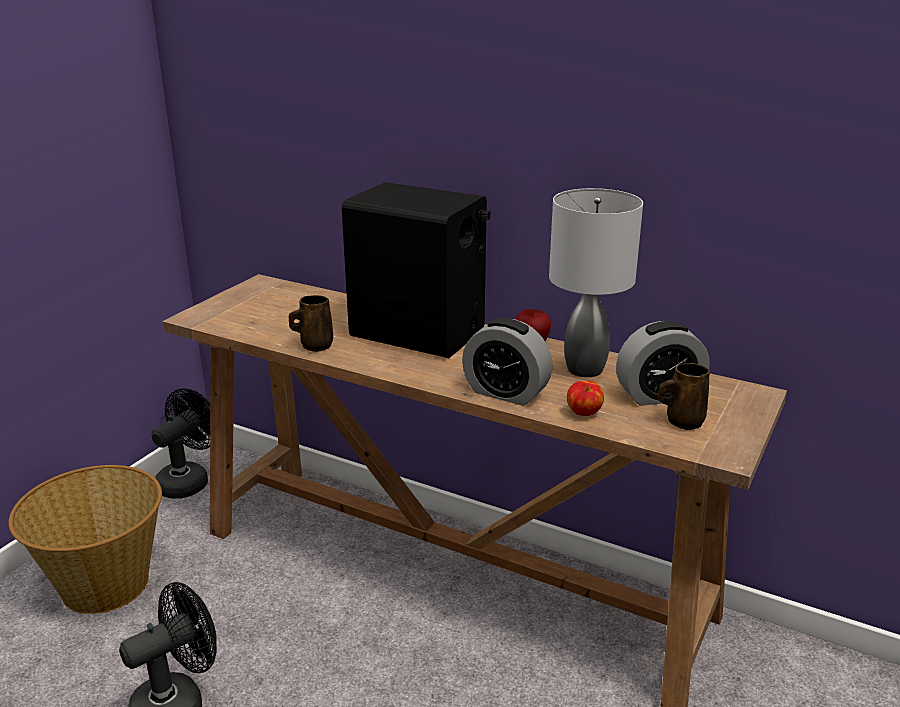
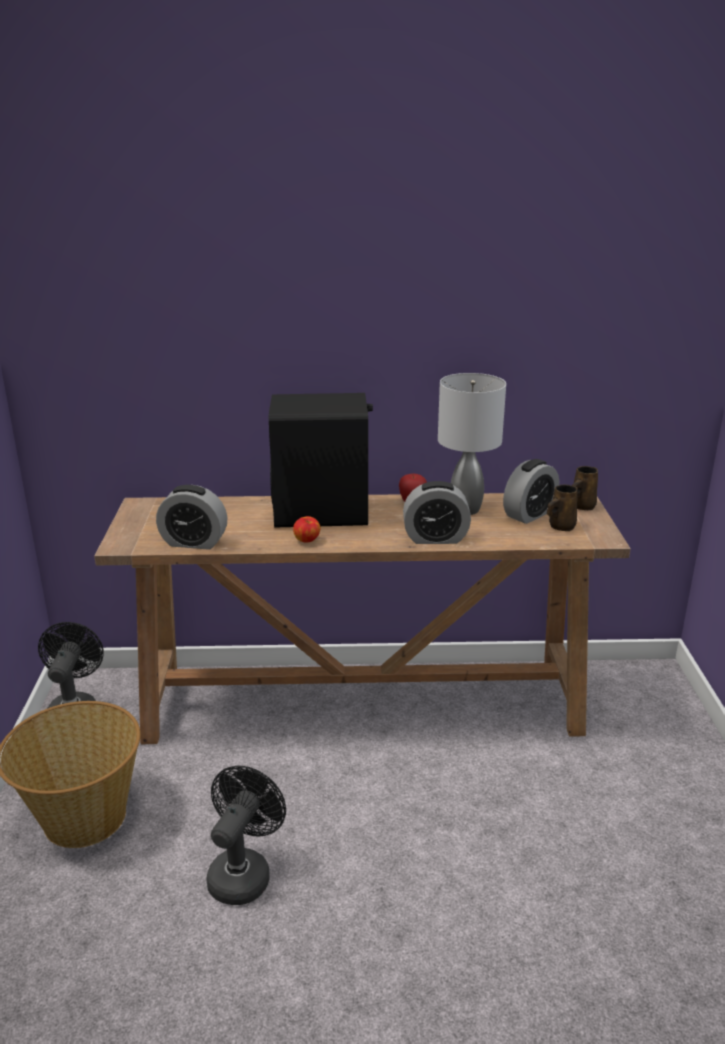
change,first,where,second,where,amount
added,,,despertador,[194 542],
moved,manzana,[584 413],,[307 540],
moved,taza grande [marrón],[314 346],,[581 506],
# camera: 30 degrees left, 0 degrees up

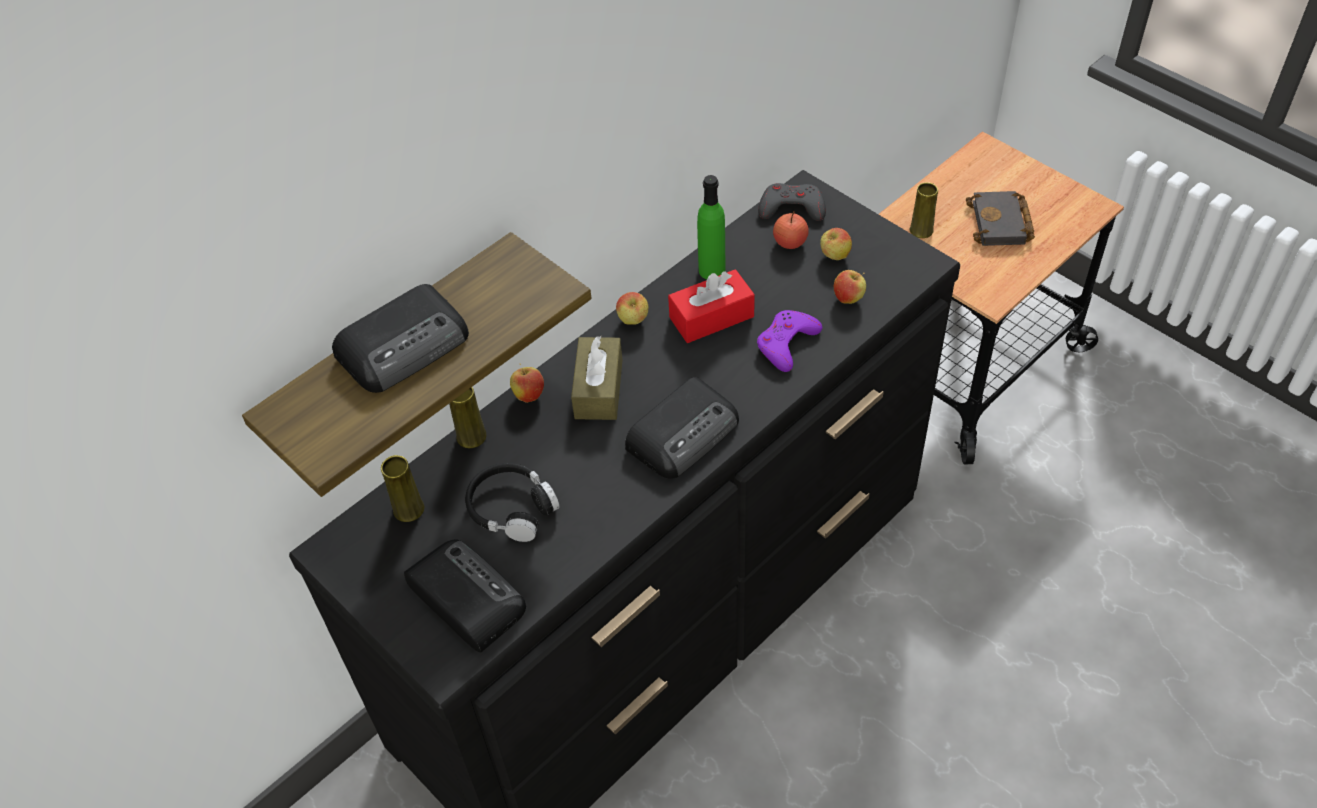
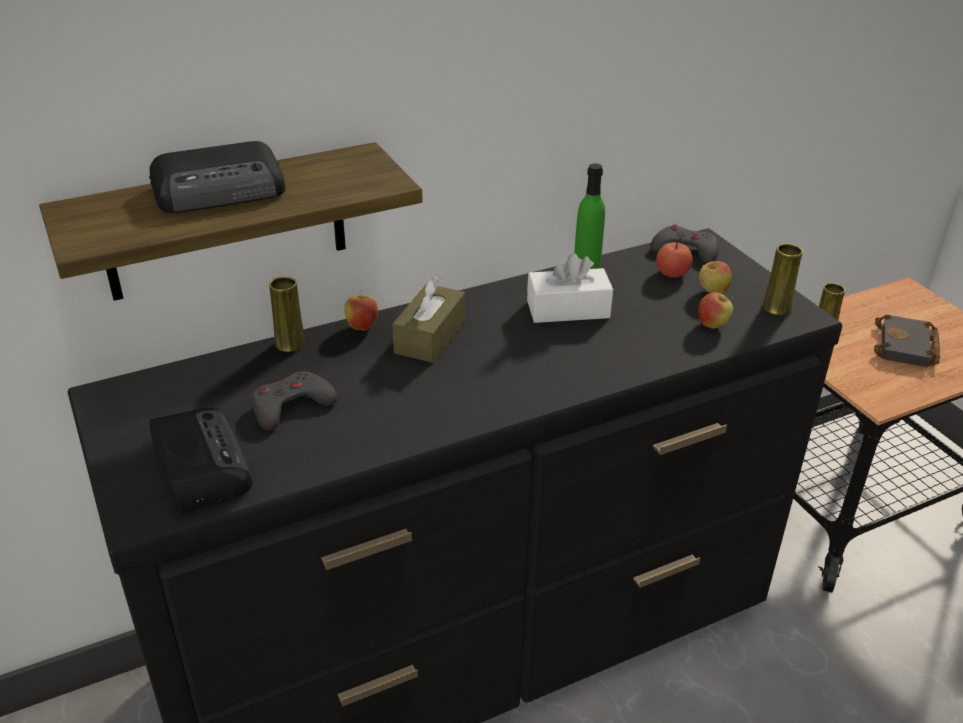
change,first,where,second,where,amount
replaced,auriculares [negro],[512 508],mando de consola [gris],[291 406],
recoloured,caja de pañuelos [rojo],[711 317],caja de pañuelos [blanco],[568 309],
moved,florero [amarillo],[409 509],,[776 308],
removed,manzana,[633 321],,,
removed,radio,[684 433],,,
removed,mando de consola [morado],[786 344],,,
# camera: 15 degrees right, 15 degrees down

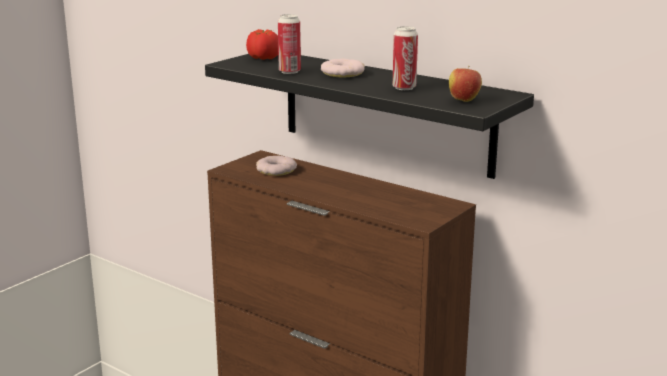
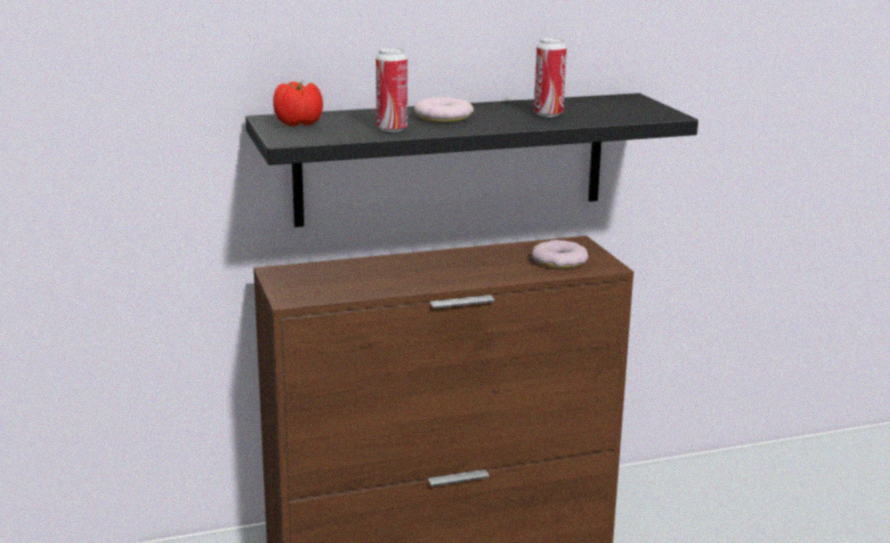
change,first,where,second,where,amount
moved,rosquilla,[276 170],,[560 261],
removed,manzana,[464 100],,,
# camera: 55 degrees left, 0 degrees up

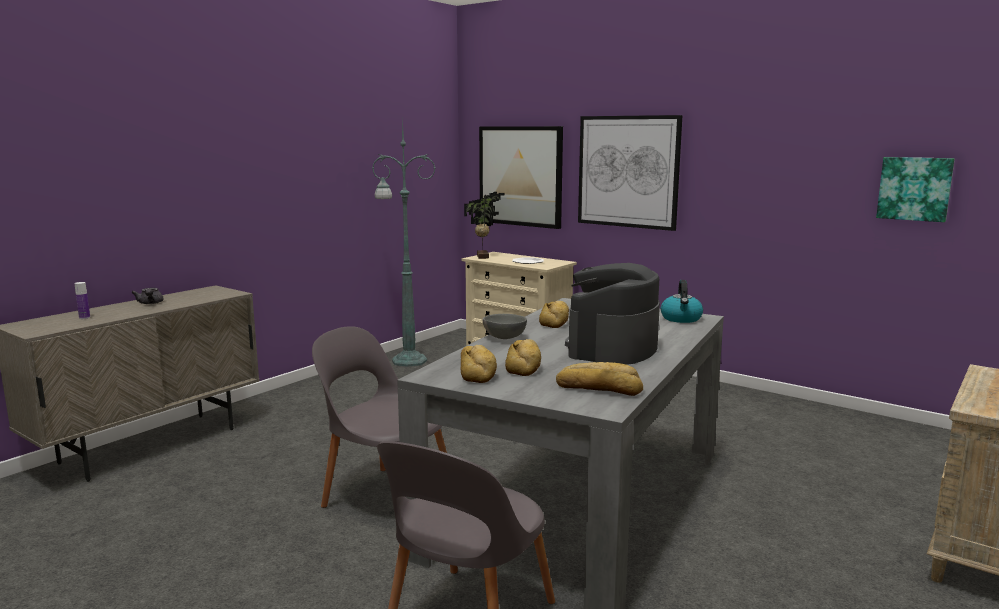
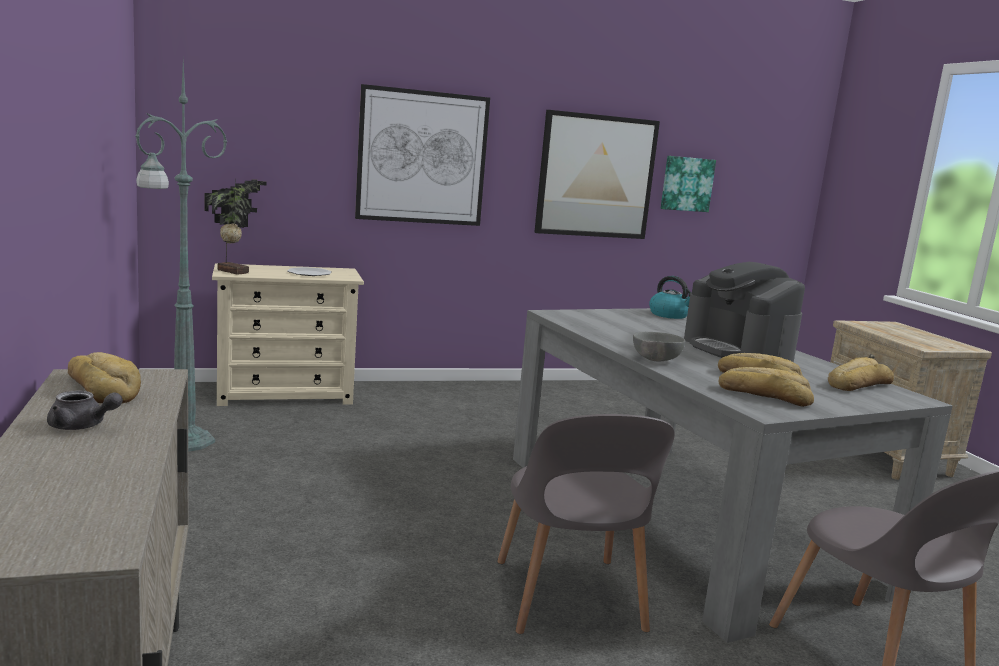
change,first,where,second,where,amount
moved,pan,[556 320],,[104 388],
turned,silla [gris],[385 497],,[569 599],75 degrees counterclockwise
moved,cuadro,[520 176],,[595 176],
removed,botella,[84 317],,,
# camera: 55 degrees left, 0 degrees up

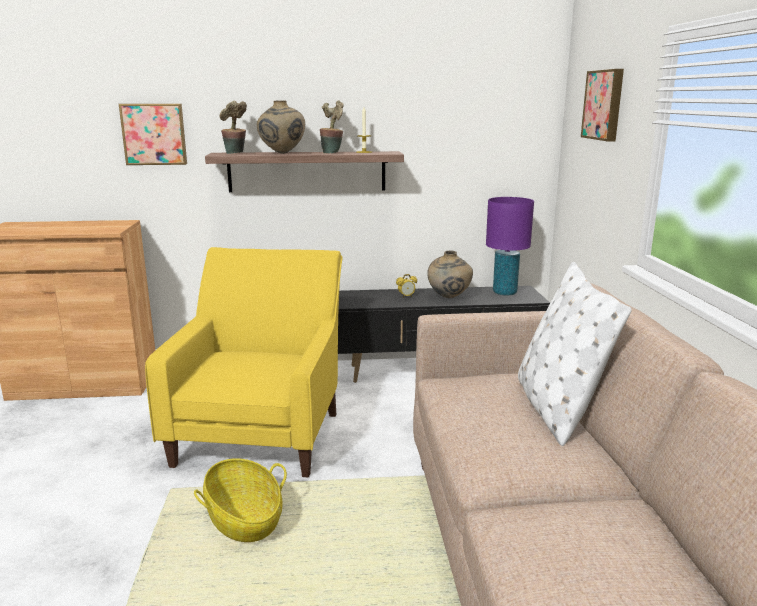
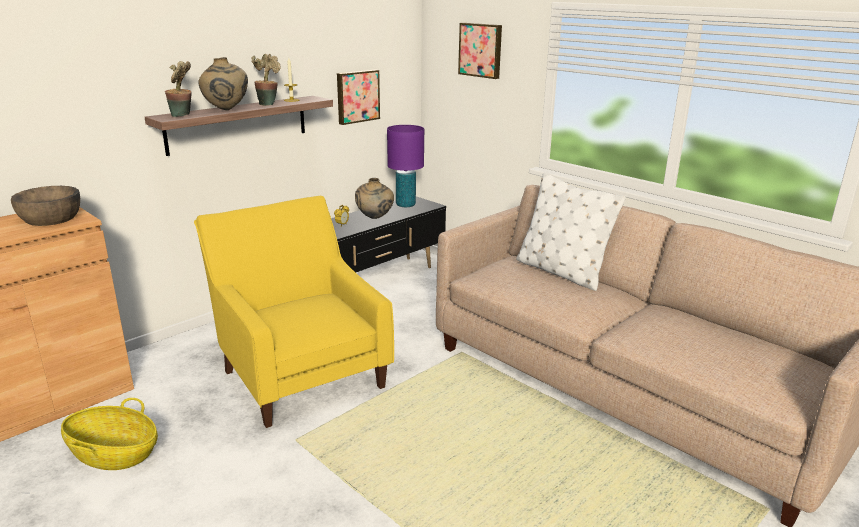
change,first,where,second,where,amount
added,,,cuenco [marrón],[51 218],
moved,cesta,[244 519],,[114 454],
moved,cuadro,[154 134],,[357 96],
# camera: 40 degrees left, 5 degrees up

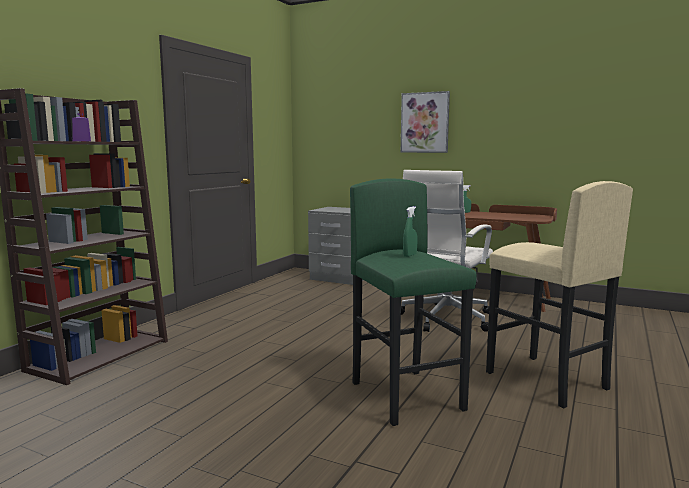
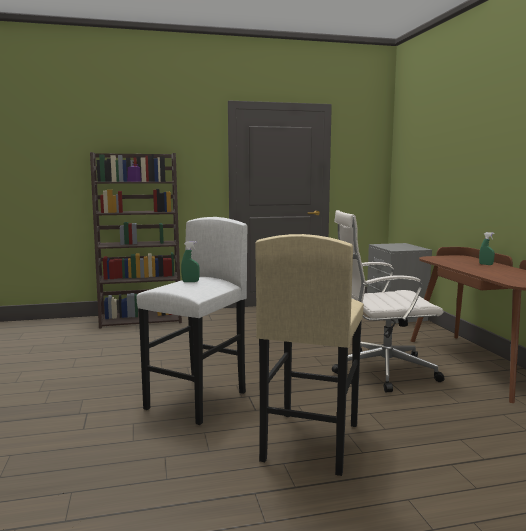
change,first,where,second,where,amount
recoloured,taburete [verde],[407 396],taburete [blanco],[197 400],
removed,cuadro,[425 122],,,
# camera: 50 degrees right, 0 degrees up

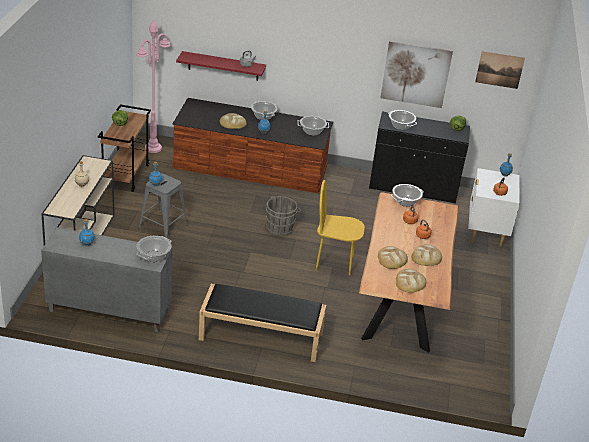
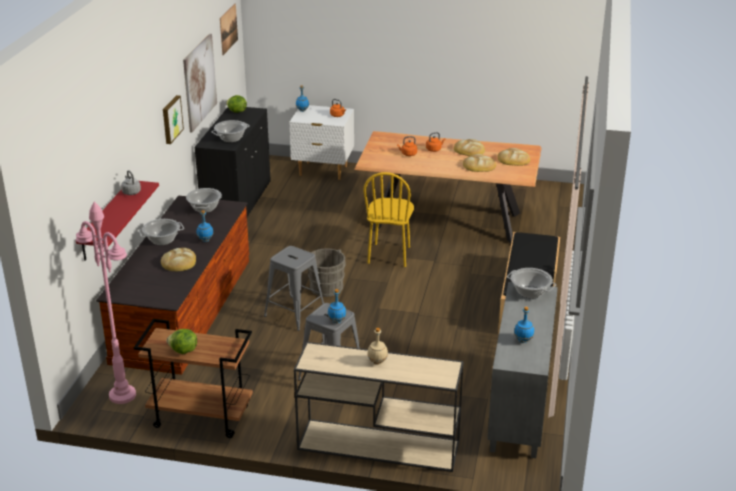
change,first,where,second,where,amount
added,,,cuadro,[171 119],
added,,,taburete [gris],[294 313],
removed,olla,[405 202],,,
# camera: 85 degrees left, 5 degrees down

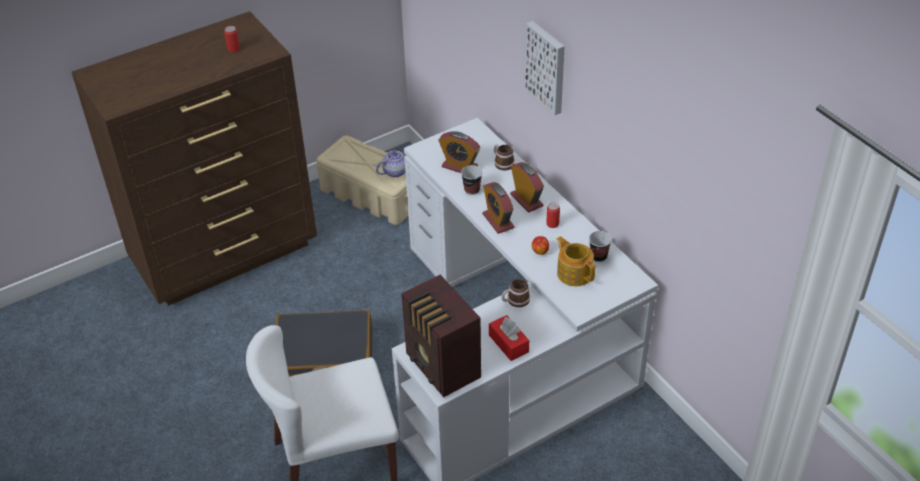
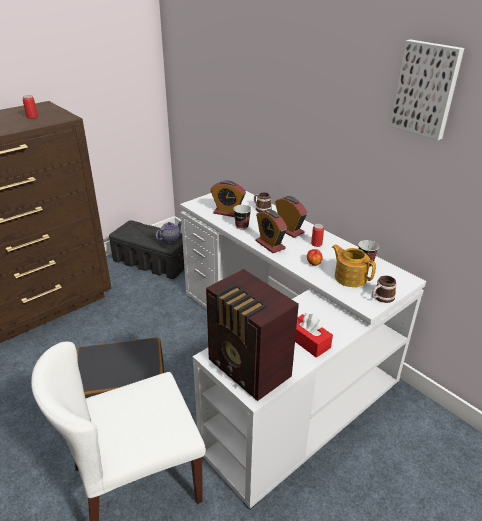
change,first,where,second,where,amount
recoloured,caja de almacenaje [beis],[371 195],caja de almacenaje [negro],[151 261],
moved,taza grande,[515 301],,[381 298],
moved,cuadro,[547 67],,[426 89],
# camera: 10 degrees left, 10 degrees down

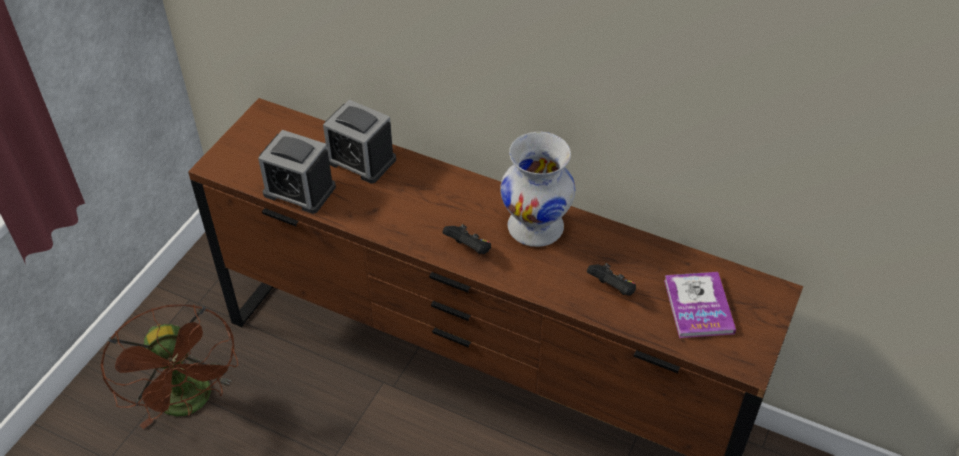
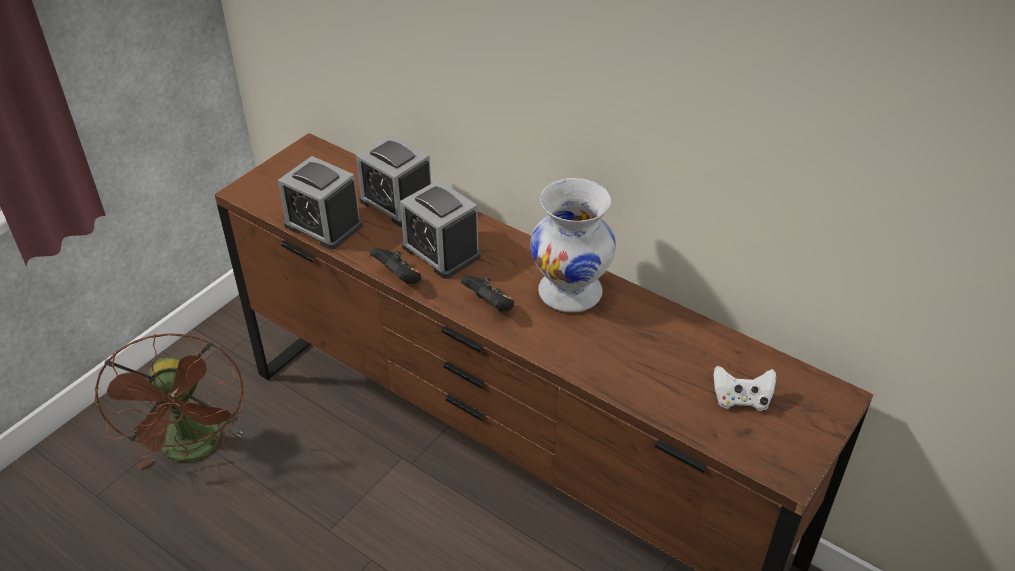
change,first,where,second,where,amount
moved,mando de consola [negro],[612 289],,[398 278],
added,,,despertador,[441 251],
replaced,libro,[698 306],mando de consola [blanco],[741 400],
# camera: 10 degrees right, 5 degrees down

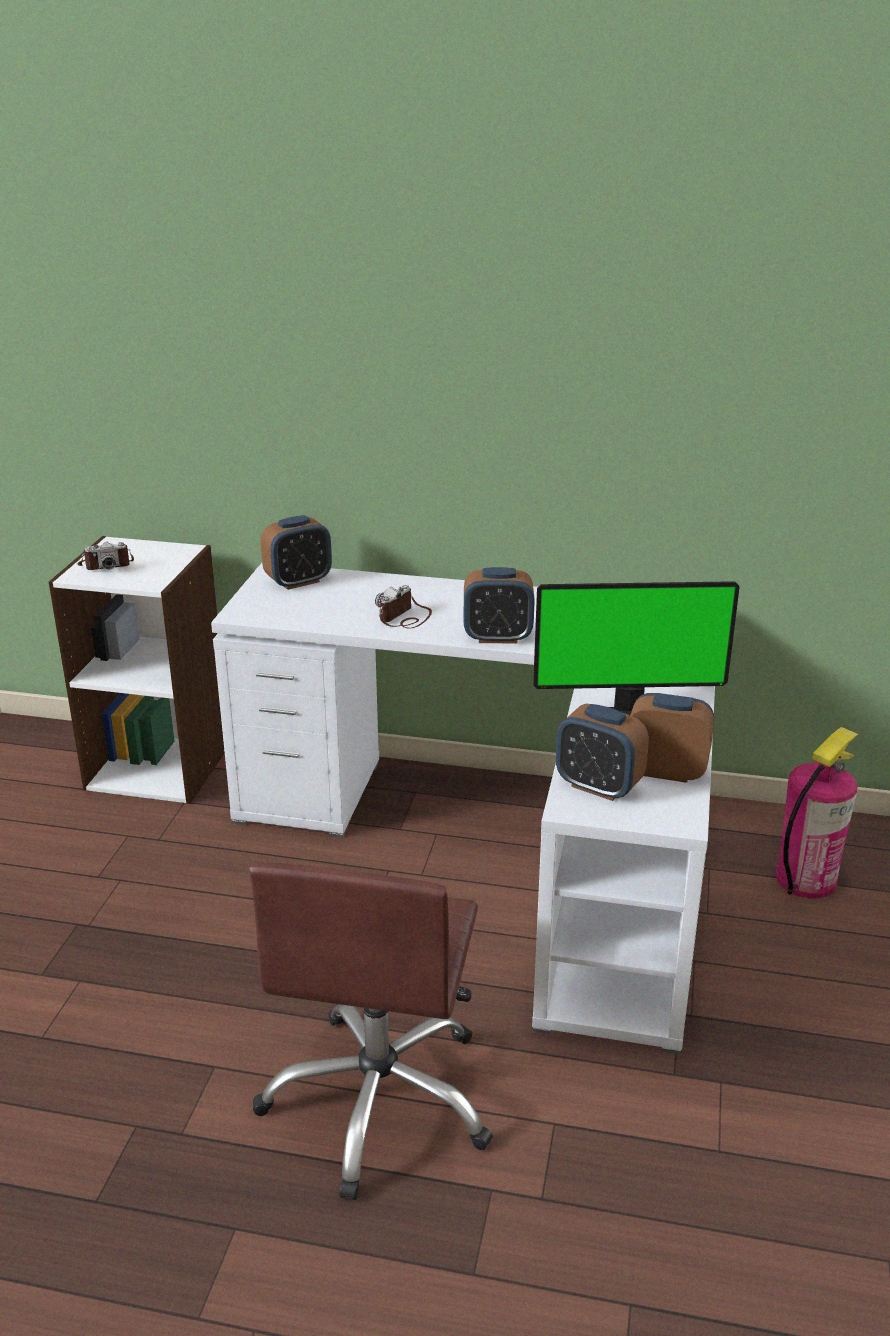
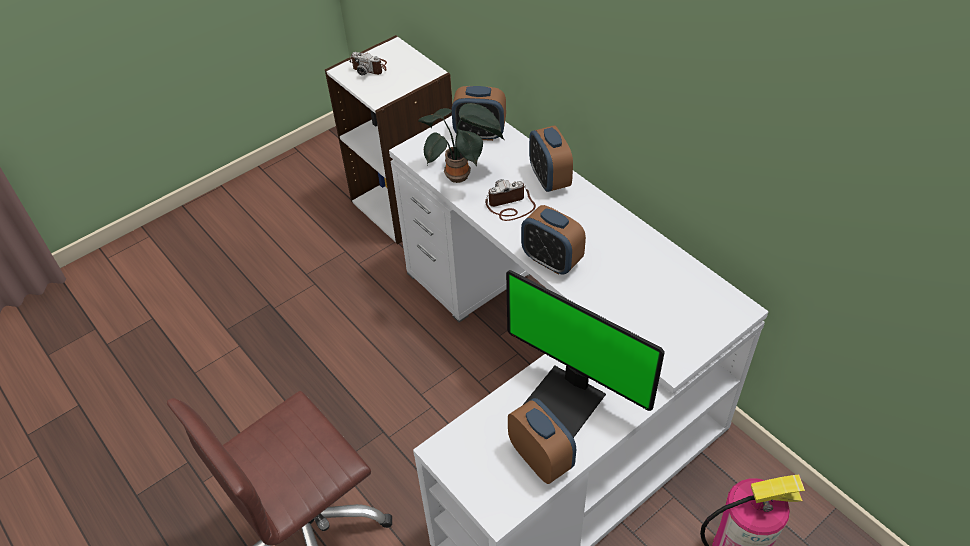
change,first,where,second,where,amount
added,,,planta en maceta,[461 175],
moved,despertador,[598 786],,[549 179],
# camera: 40 degrees right, 20 degrees up

